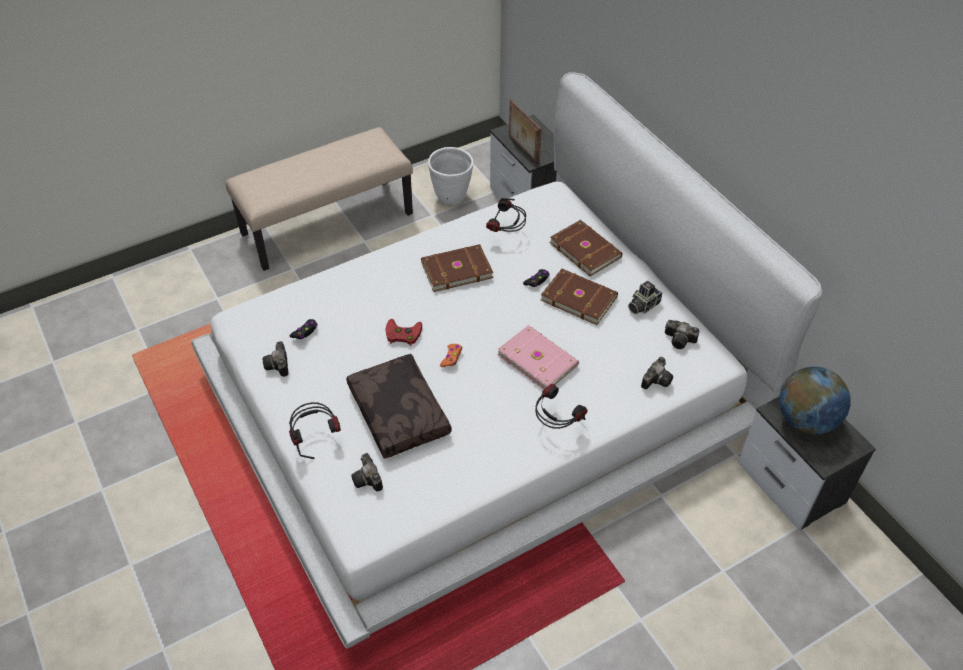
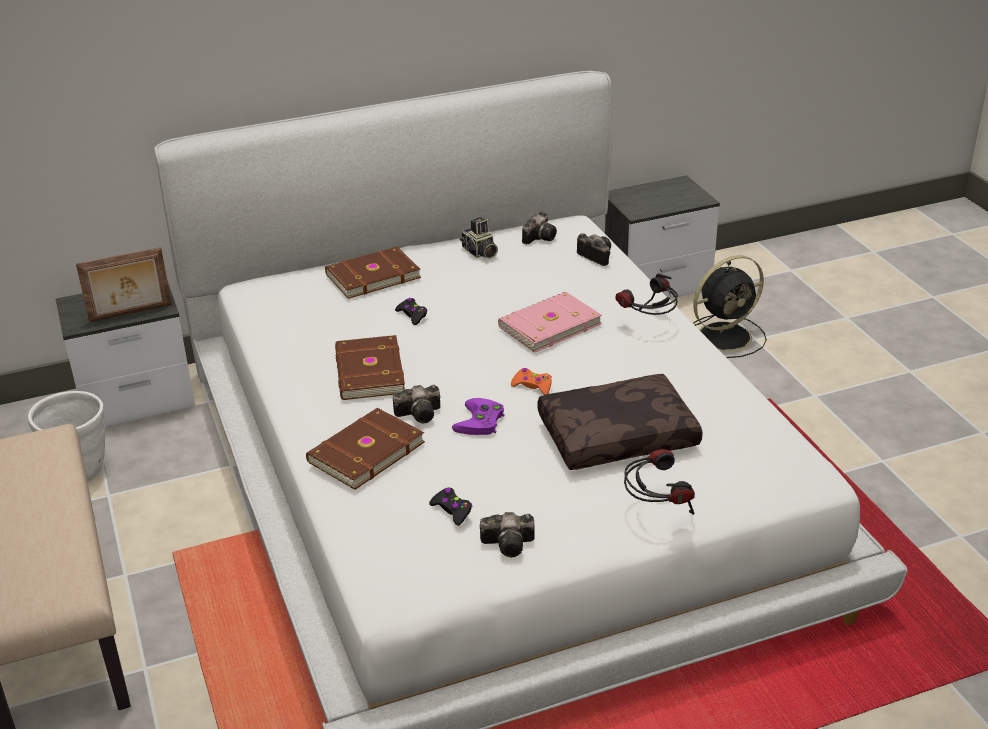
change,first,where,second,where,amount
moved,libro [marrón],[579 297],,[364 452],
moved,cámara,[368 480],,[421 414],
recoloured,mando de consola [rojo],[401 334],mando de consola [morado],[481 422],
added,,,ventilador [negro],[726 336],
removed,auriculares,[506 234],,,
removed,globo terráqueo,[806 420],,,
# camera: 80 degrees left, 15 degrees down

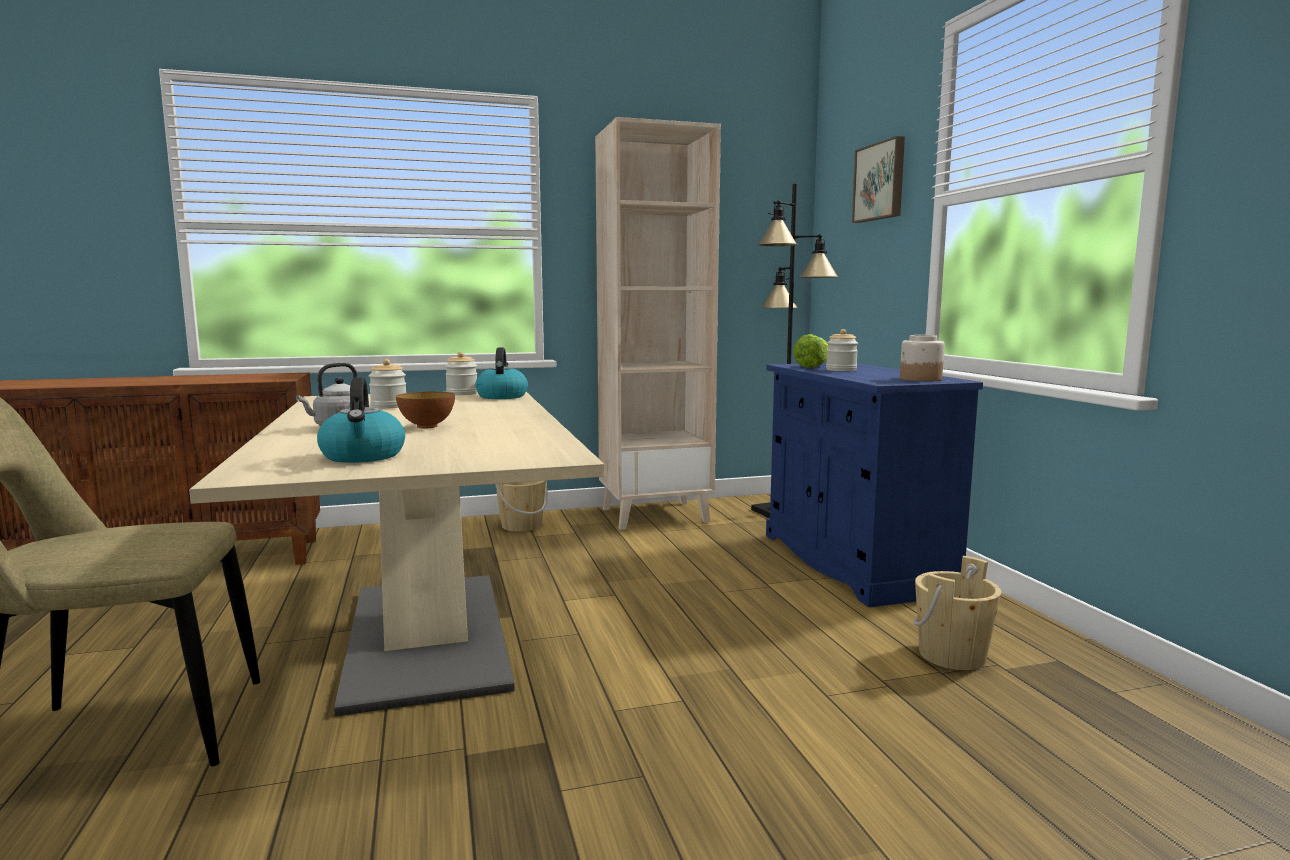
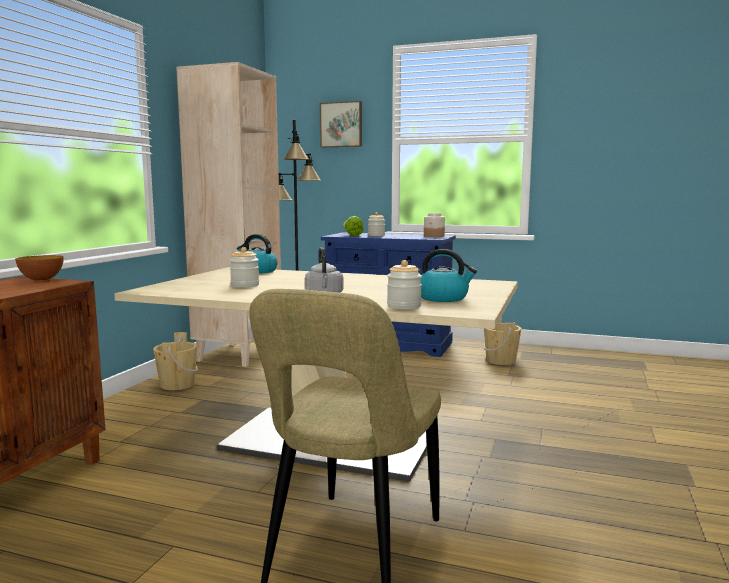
change,first,where,second,where,amount
moved,cuenco,[427 426],,[41 281],
moved,tarro,[462 393],,[404 306],
# camera: 55 degrees left, 0 degrees up

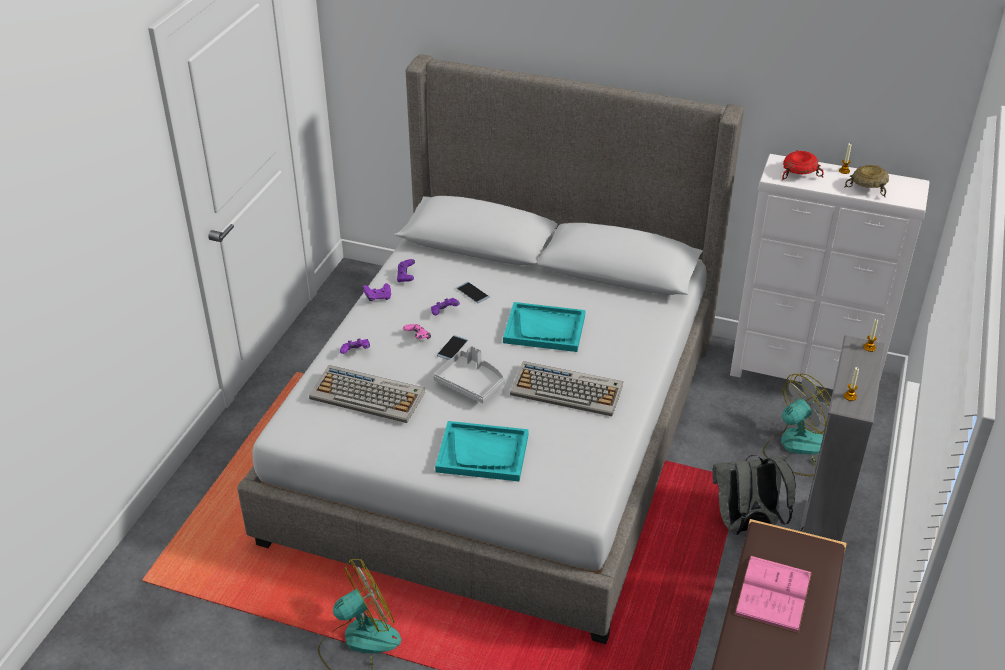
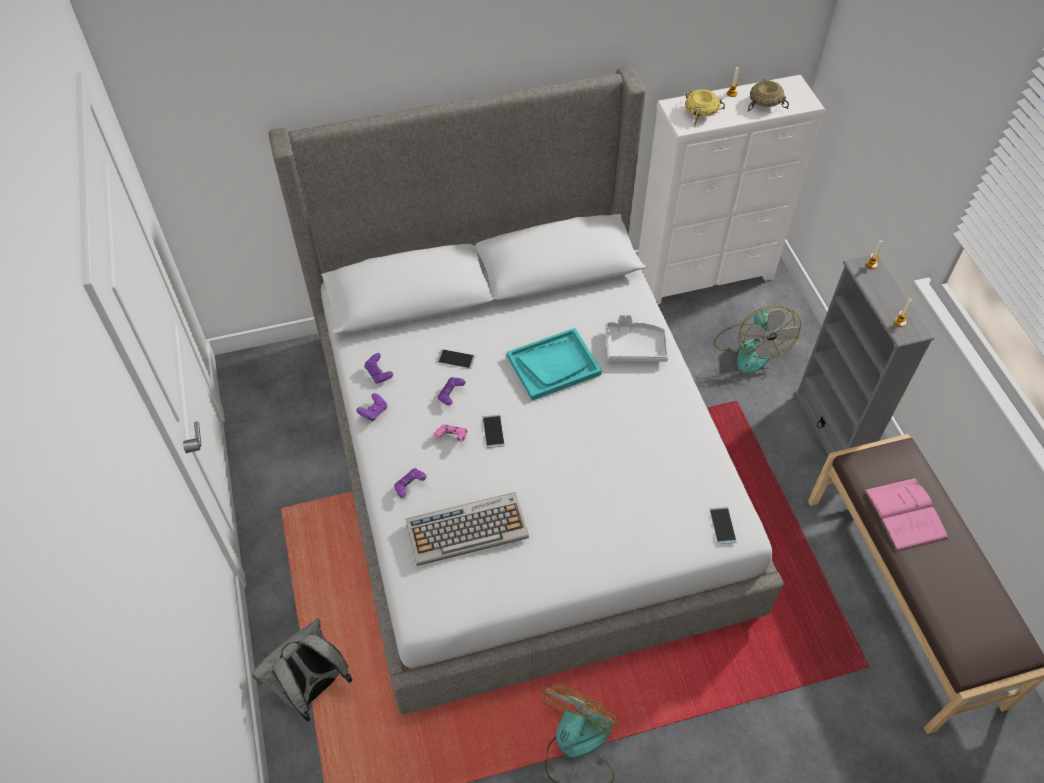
change,first,where,second,where,amount
moved,mochila [gris],[746 525],,[312 688],
moved,bandeja [gris],[471 383],,[634 347],
recoloured,cuenco [rojo],[799 173],cuenco [amarillo],[700 112],
added,,,móvil,[722 525],
turned,ventilador,[795 447],,[750 348],150 degrees clockwise
removed,bandeja [turquesa],[483 453],,,
removed,teclado,[568 390],,,
# camera: 35 degrees left, 15 degrees up

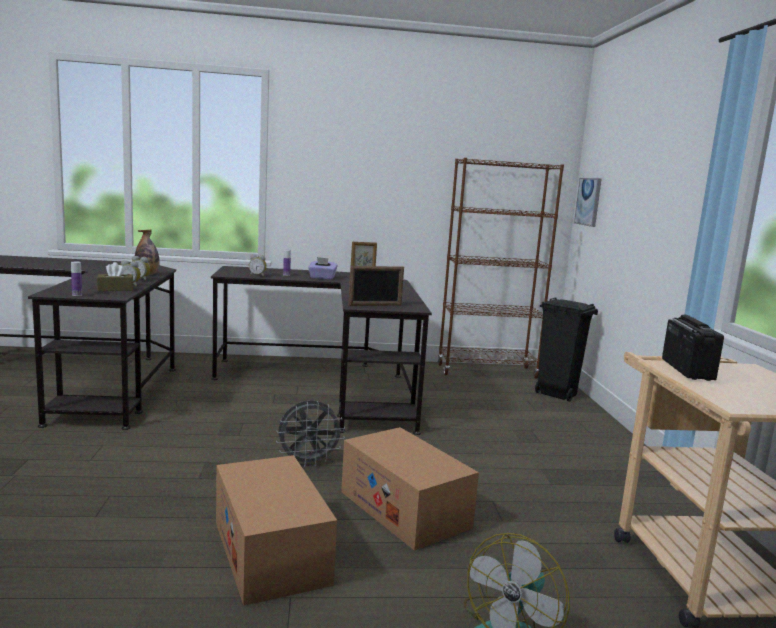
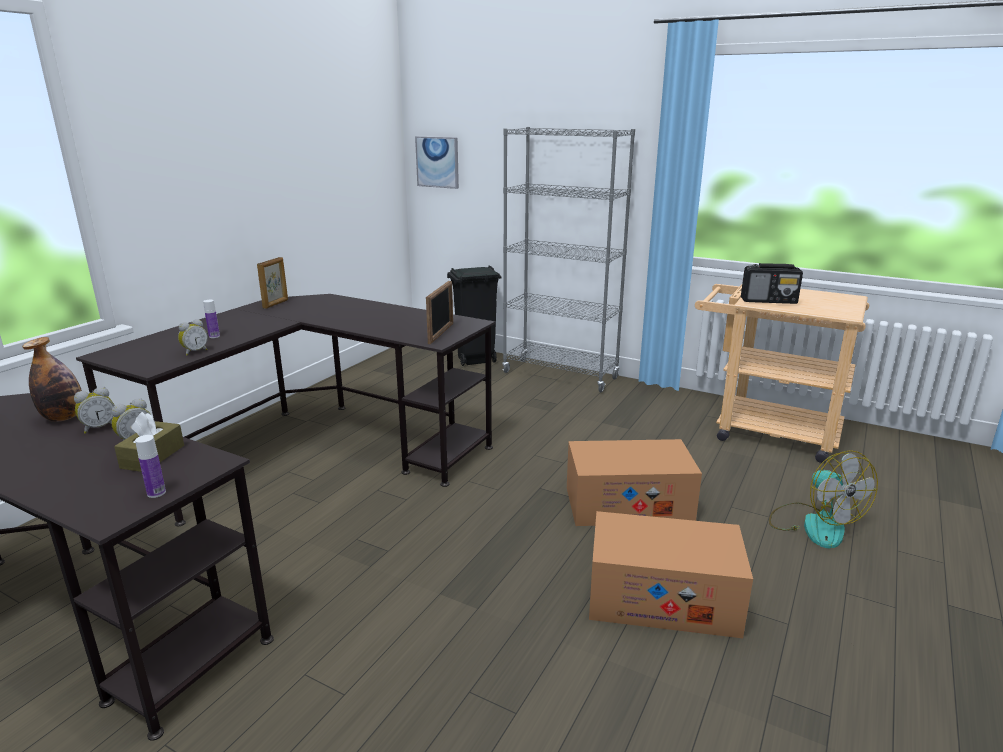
change,first,where,second,where,amount
added,,,estantería [gris],[560 375],
turned,radio,[687 369],,[769 301],150 degrees clockwise
removed,ventilador [gris],[308 462],,,
removed,caja de pañuelos [morado],[322 278],,,
removed,estantería [marrón],[487 371],,,
# camera: 55 degrees left, 10 degrees up

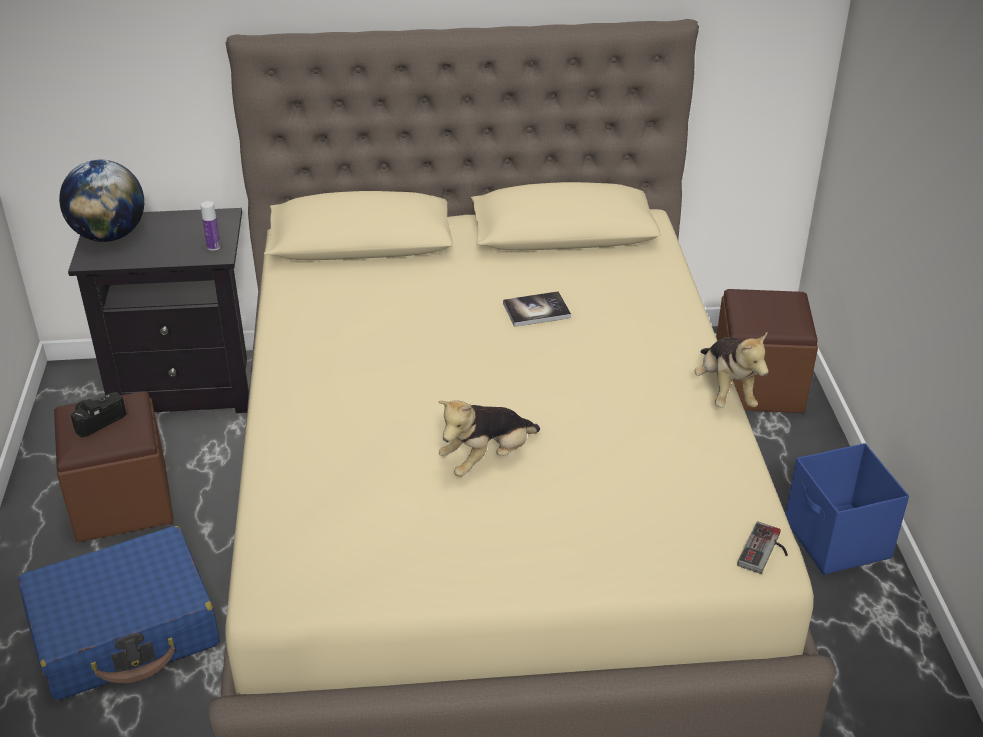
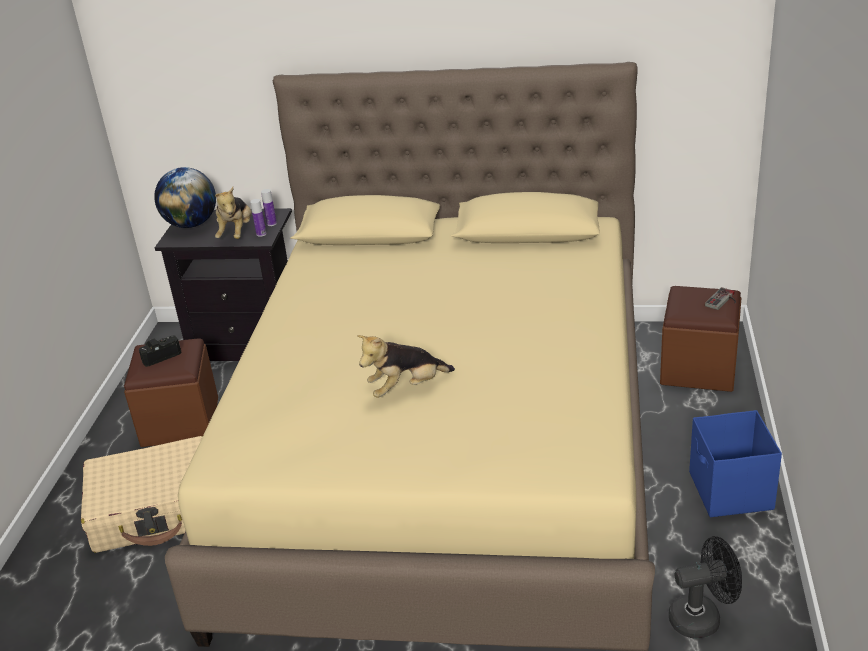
change,first,where,second,where,amount
recoloured,maleta [azul],[125 630],maleta [beis],[156 510],
moved,peluche,[725 391],,[236 233],
added,,,botella,[271 223],
added,,,ventilador [negro],[702 618],
moved,mando de consola,[766 551],,[723 301],
removed,libro,[536 310],,,
# camera: 15 degrees right, 5 degrees down

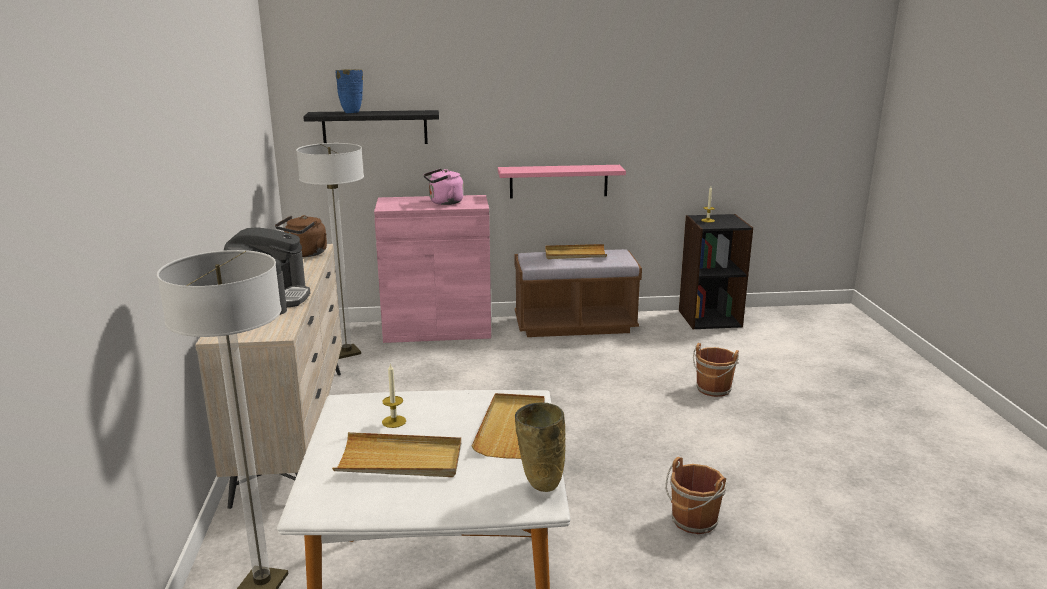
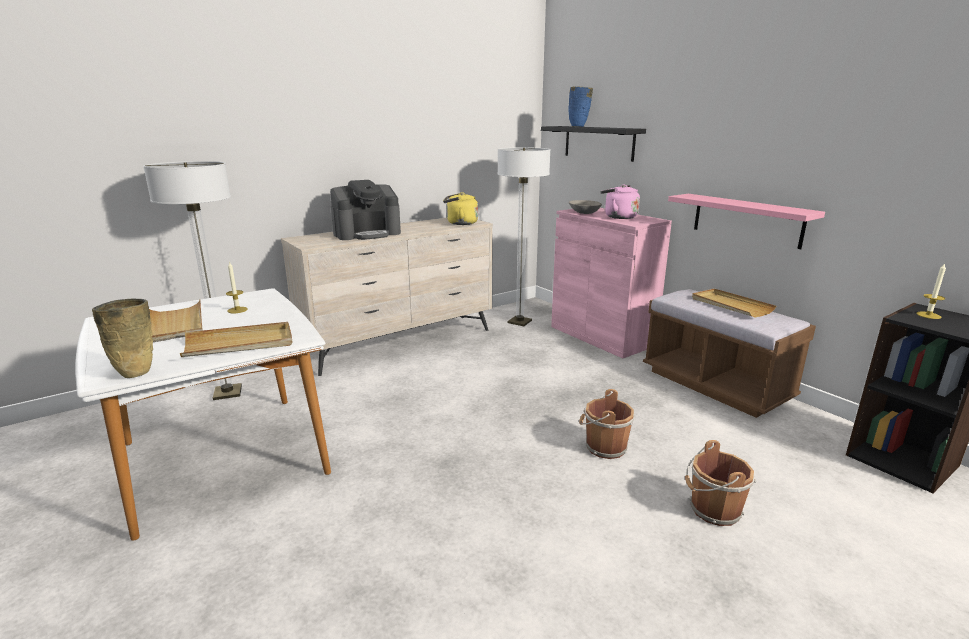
change,first,where,second,where,amount
recoloured,hervidor [marrón],[305 254],hervidor [amarillo],[460 223],
added,,,cuenco [gris],[584 212],
moved,cubo [marrón],[693 521],,[604 447],
# camera: 60 degrees right, 0 degrees up

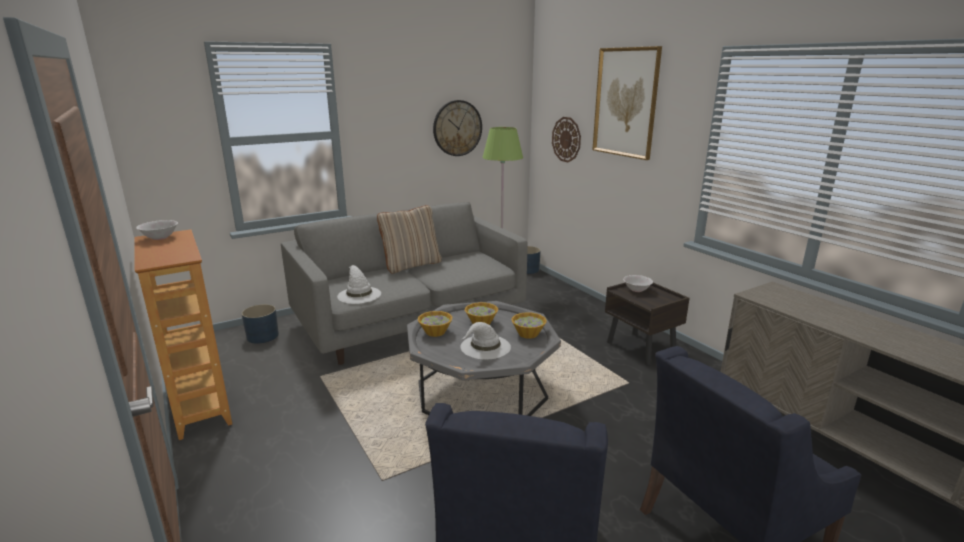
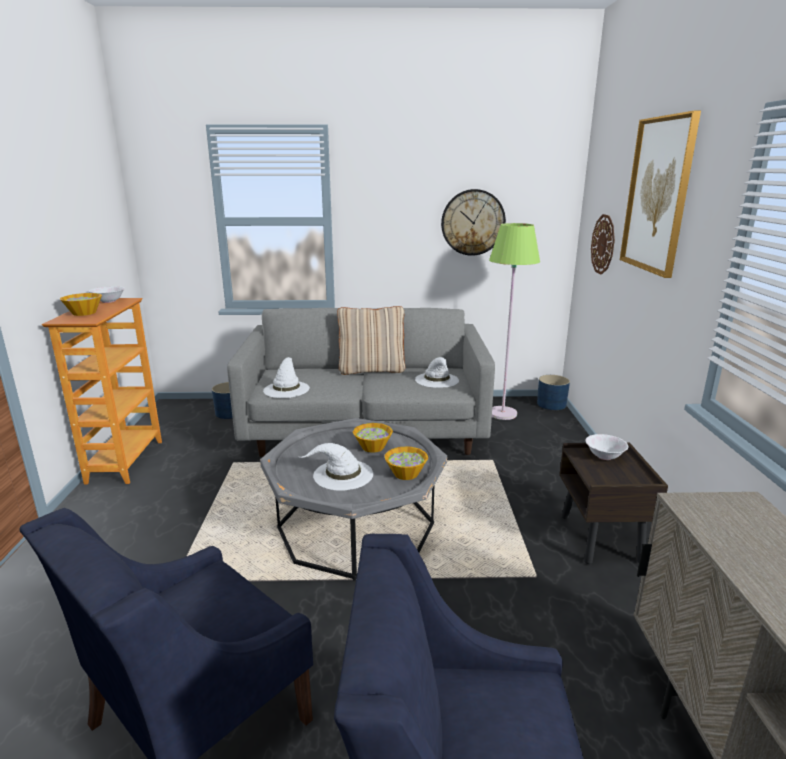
change,first,where,second,where,amount
moved,cuenco,[435 332],,[84 313],
added,,,sombrero [blanco],[437 380],
# camera: 30 degrees right, 0 degrees up

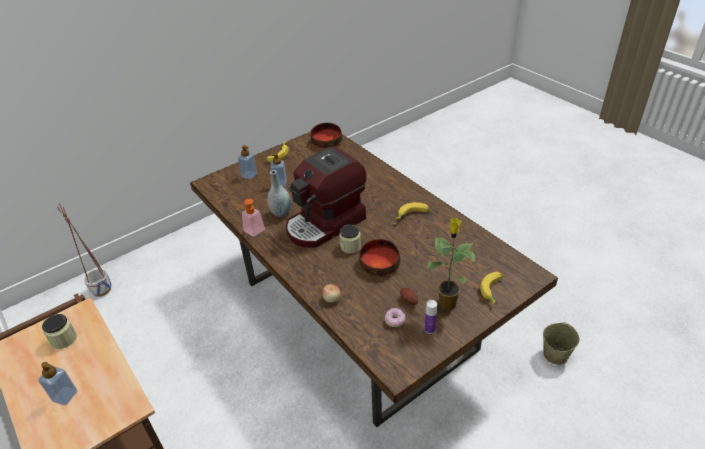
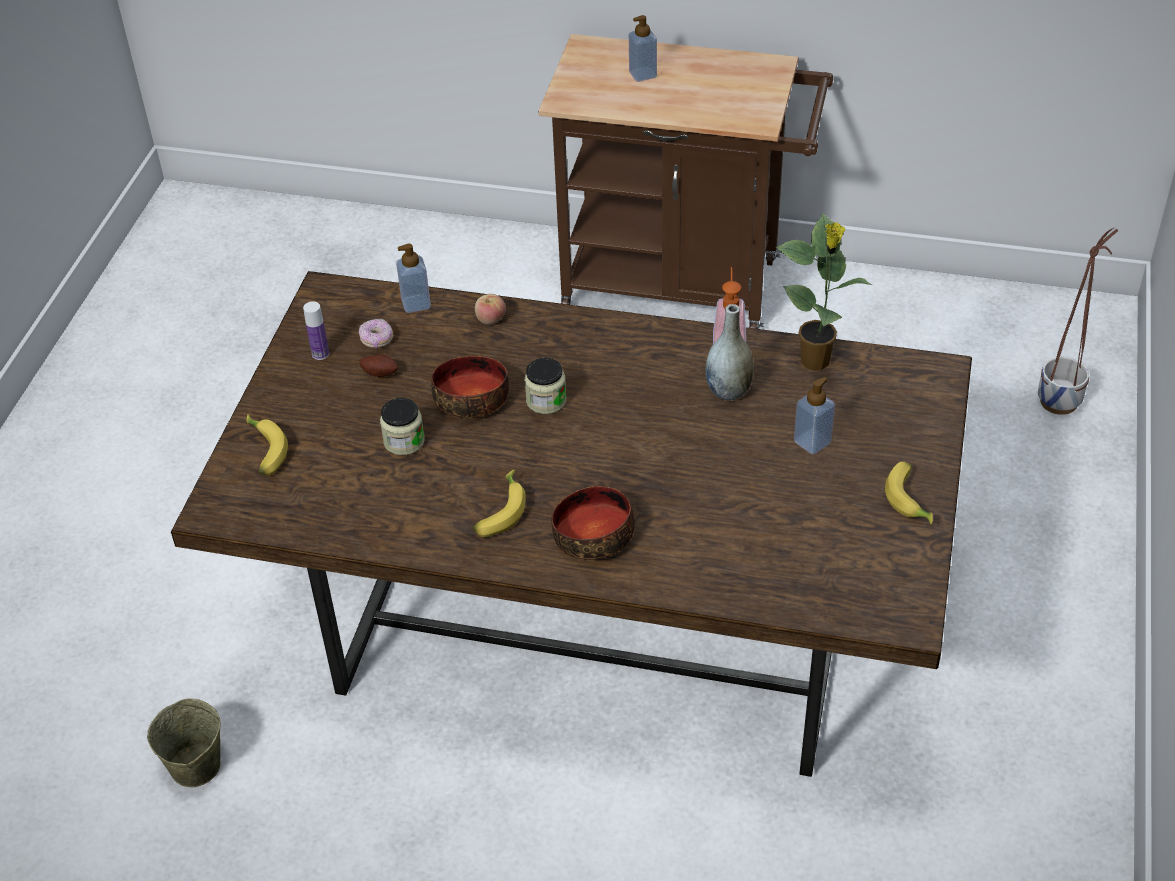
change,first,where,second,where,amount
moved,tarro,[64 339],,[404 441],
moved,dispensador de jabón,[249 175],,[416 304],
moved,cuenco,[326 142],,[594 535],
moved,planta en maceta,[447 302],,[816 362],
removed,cafetera,[326 224],,,
# camera: 140 degrees right, 5 degrees up

